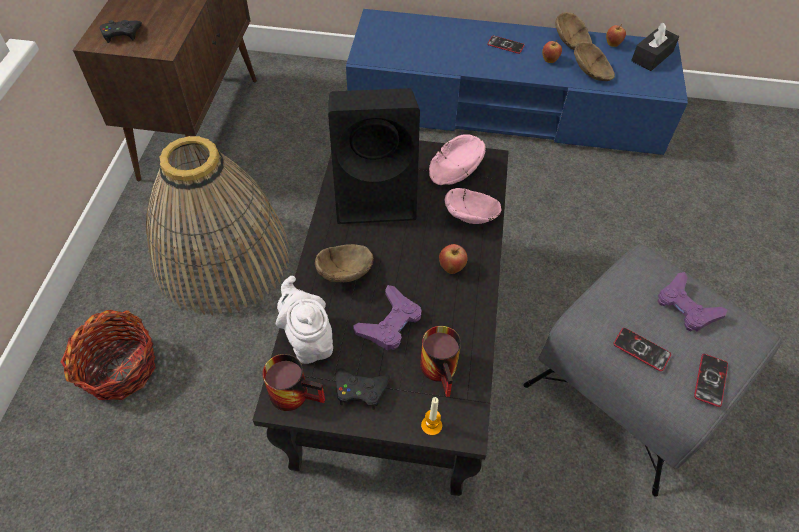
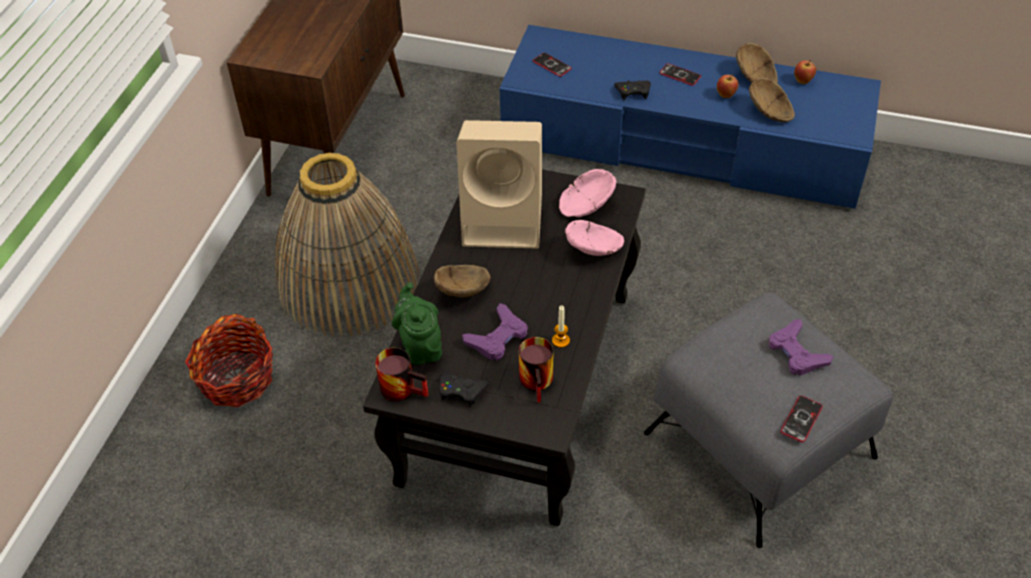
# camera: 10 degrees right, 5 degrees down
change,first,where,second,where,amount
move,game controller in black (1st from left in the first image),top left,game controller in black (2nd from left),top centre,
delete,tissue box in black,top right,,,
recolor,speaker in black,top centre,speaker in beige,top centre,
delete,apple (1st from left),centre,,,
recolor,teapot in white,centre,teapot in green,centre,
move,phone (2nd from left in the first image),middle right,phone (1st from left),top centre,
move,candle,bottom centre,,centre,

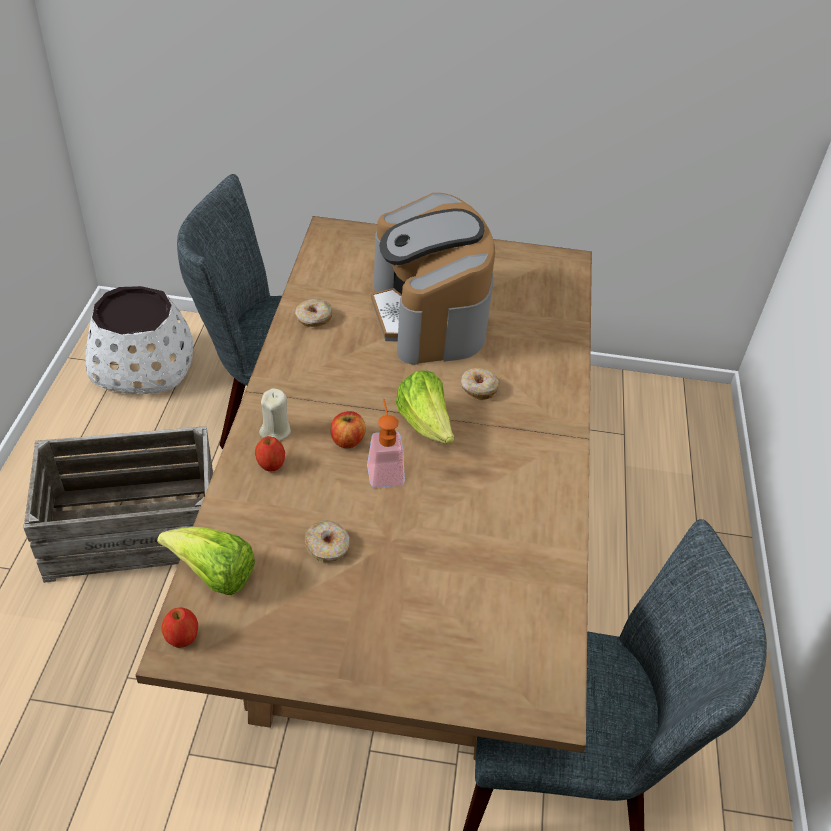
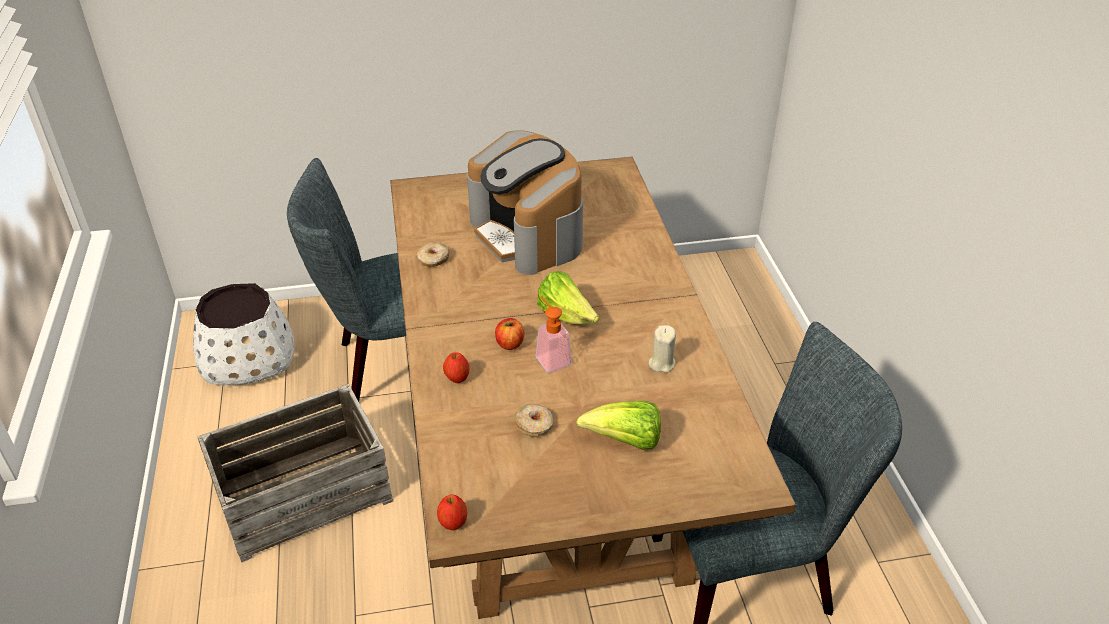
# camera: 15 degrees left, 5 degrees down
change,first,where,second,where,amount
delete,donut (3rd from left),centre,,,
move,candle in beige,middle left,,centre,
move,lettuce (1st from left in the first image),bottom left,lettuce (2nd from left),bottom centre,

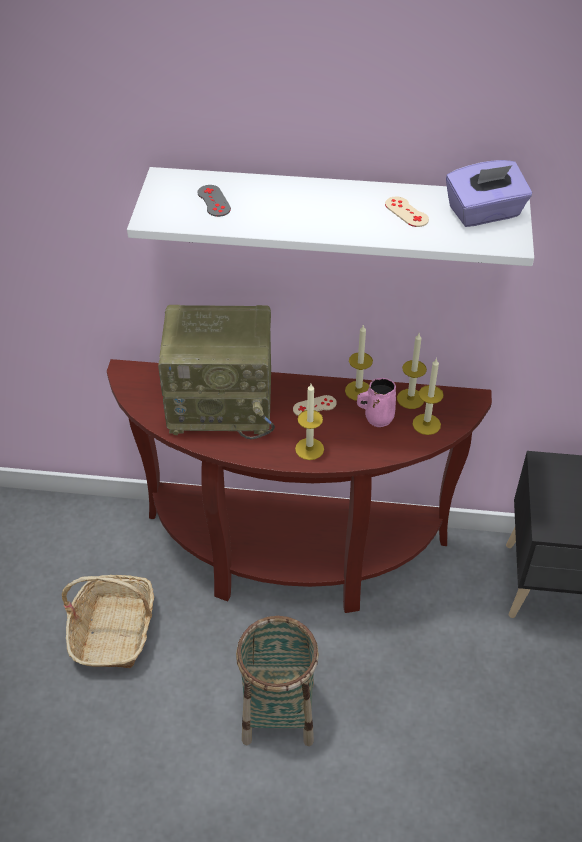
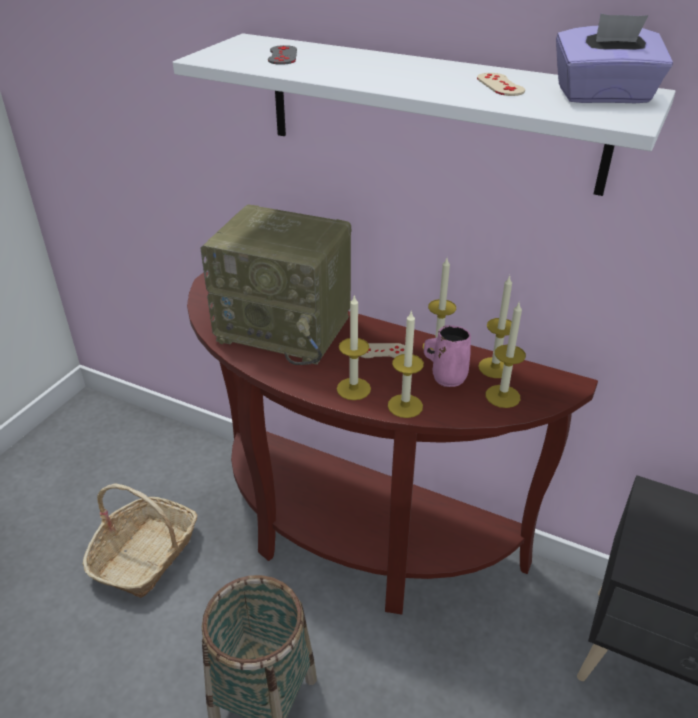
# camera: 20 degrees right, 10 degrees down
change,first,where,second,where,amount
insert,,,candle (2nd from left),centre,

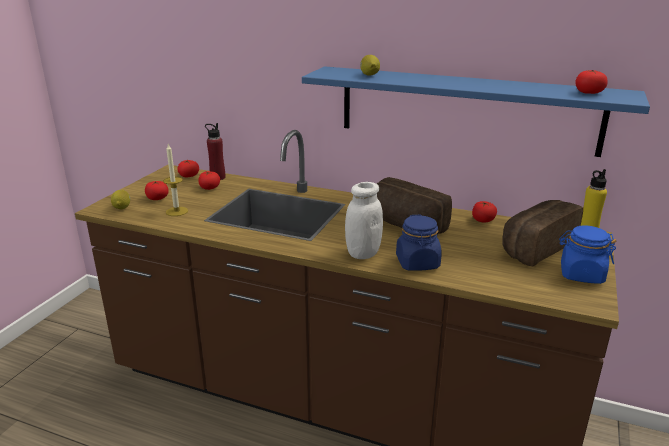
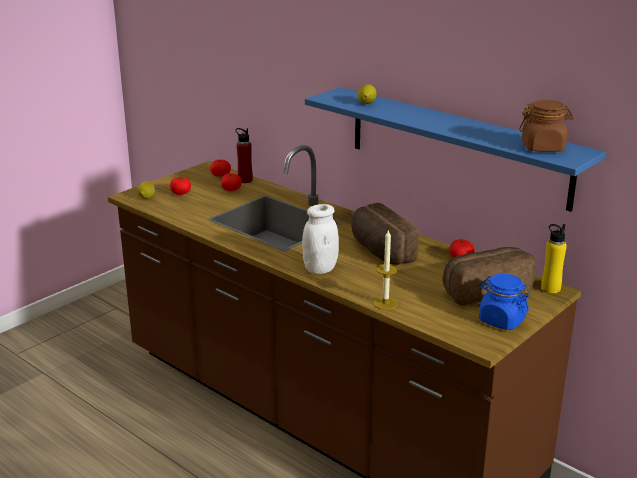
# camera: 20 degrees right, 0 degrees up
change,first,where,second,where,amount
replace,tomato (5th from left),top right,jar in brown,top right,
move,candle,middle left,,centre,
delete,jar in blue (1st from left),centre,,,

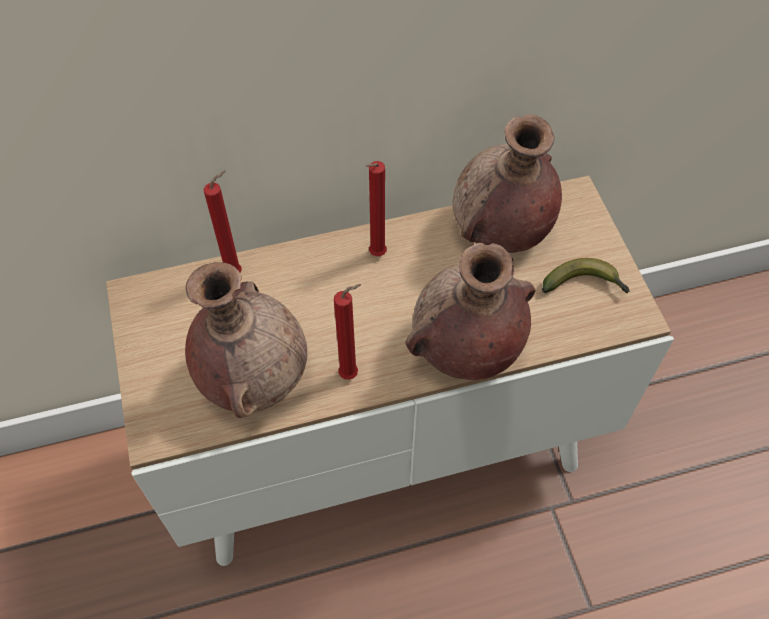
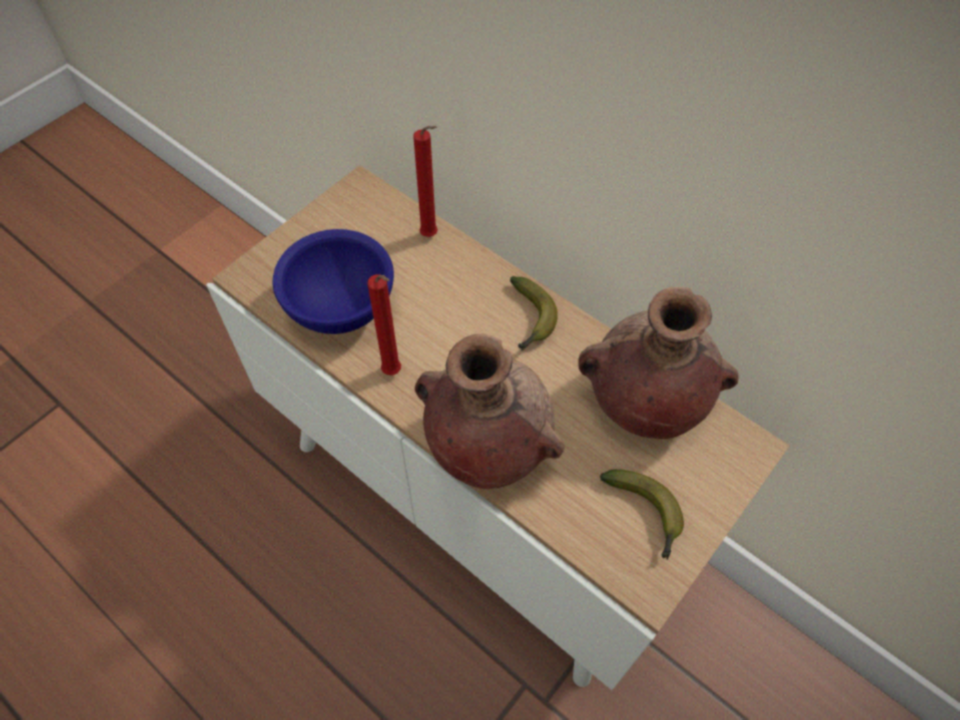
# camera: 55 degrees right, 0 degrees up
change,first,where,second,where,amount
replace,candle in red (3rd from left),centre,banana (1st from left),centre,
replace,vase in brown (1st from left),middle left,bowl in blue,centre,

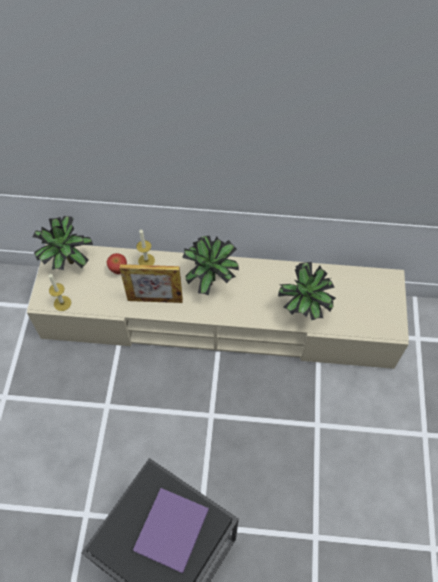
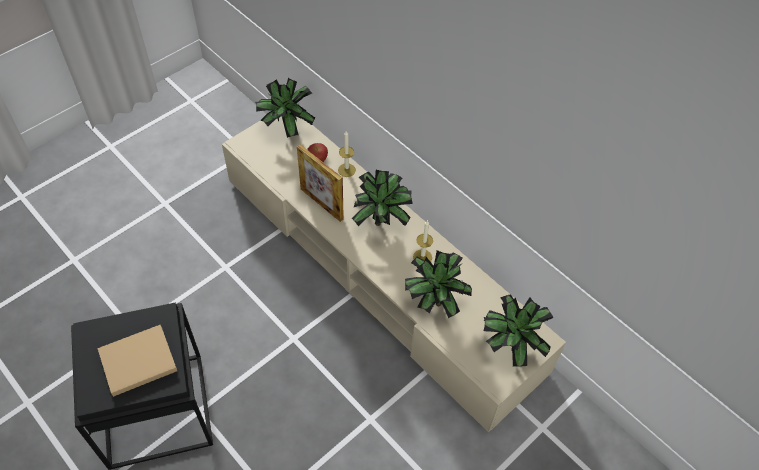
# camera: 40 degrees right, 5 degrees down
change,first,where,second,where,amount
move,candle (1st from left in the first image),middle left,candle (2nd from left),centre,
recolor,book in purple,bottom centre,book in beige,bottom left,
insert,,,potted plant (4th from left),bottom right,

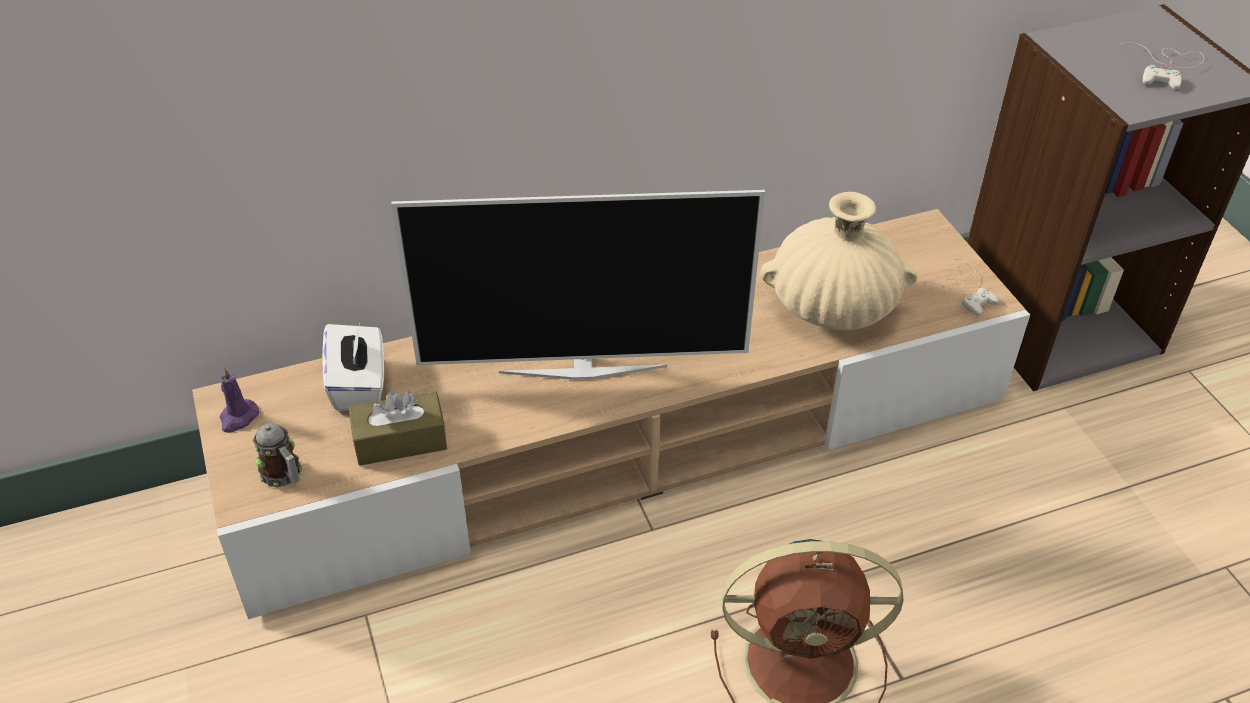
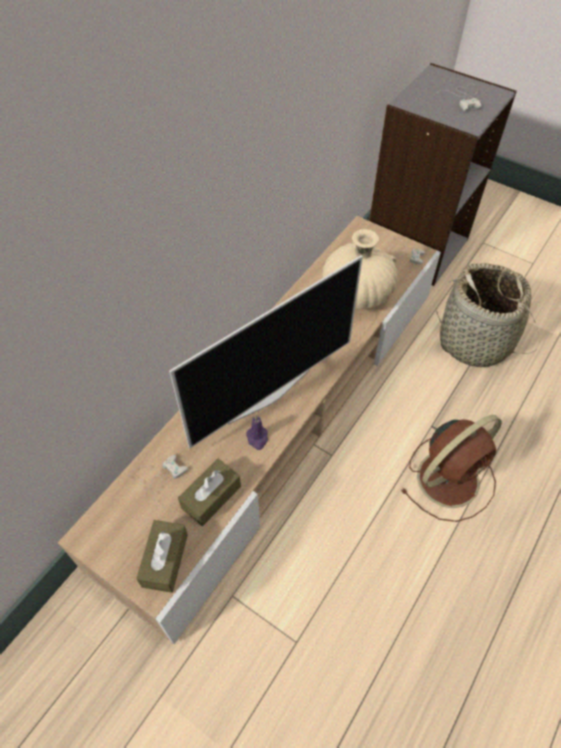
# camera: 35 degrees left, 10 degrees up
change,first,where,second,where,amount
replace,tissue box in white,middle left,game controller in white (1st from left),middle left,
move,candle in purple,middle left,,centre,
replace,mug,middle left,tissue box in brown (1st from left),bottom left,
insert,,,basket,middle right,

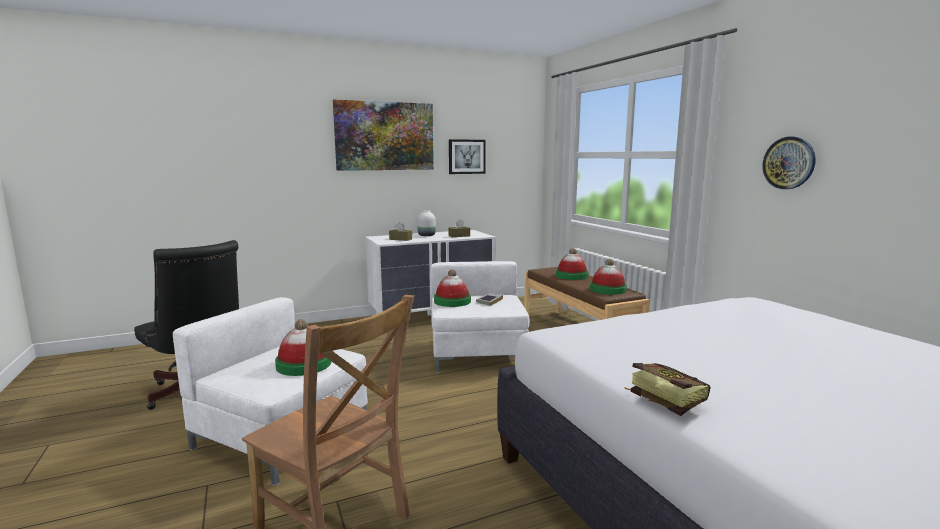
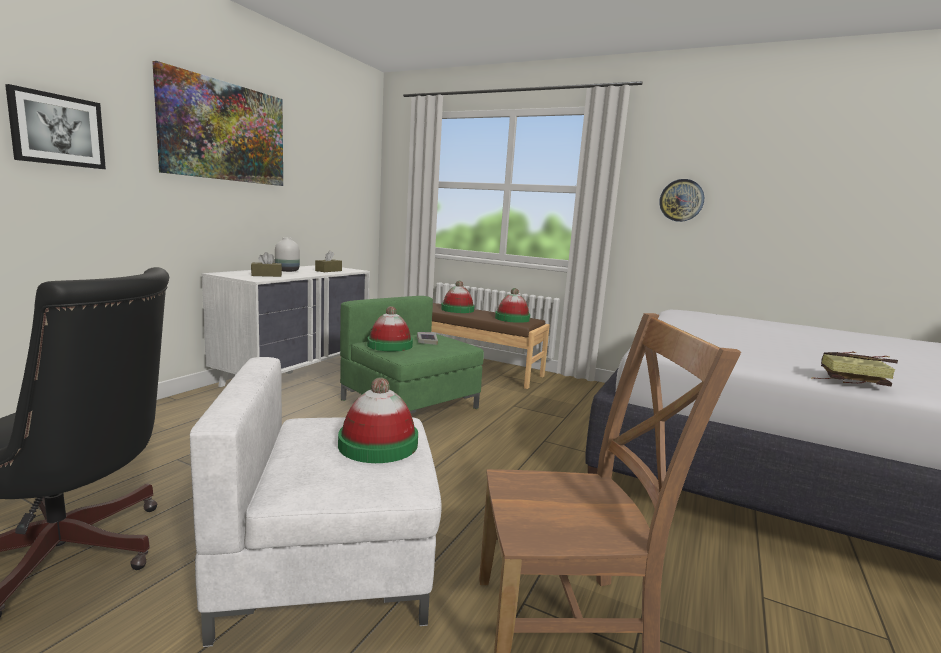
# camera: 40 degrees left, 0 degrees up
change,first,where,second,where,amount
move,picture (2nd from left in the first image),top centre,picture (1st from left),top left,
recolor,armchair in white (2nd from left),centre,armchair in green,centre,

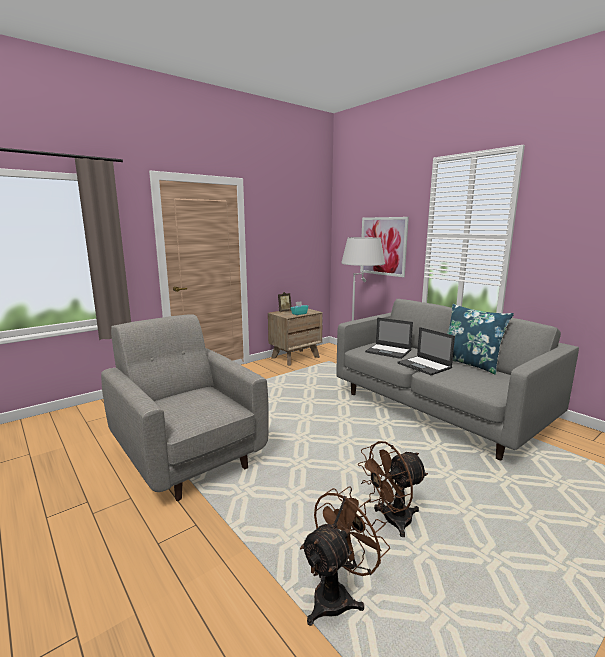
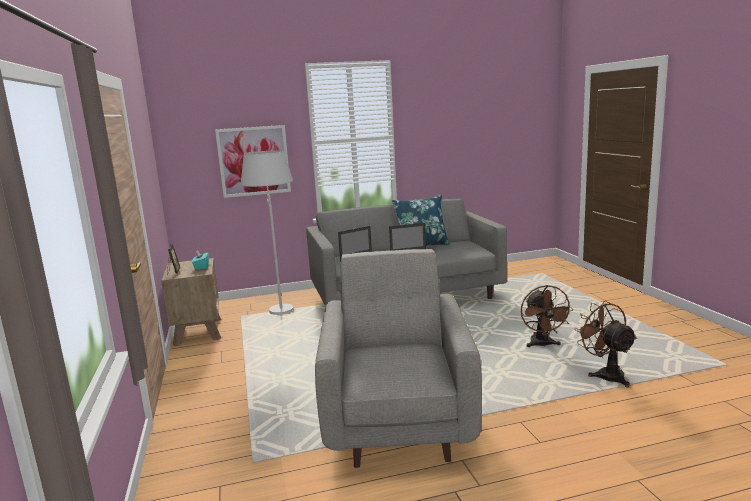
# camera: 65 degrees left, 0 degrees up
change,first,where,second,where,amount
rotate,armchair in grey,middle left,,bottom centre,105 degrees clockwise

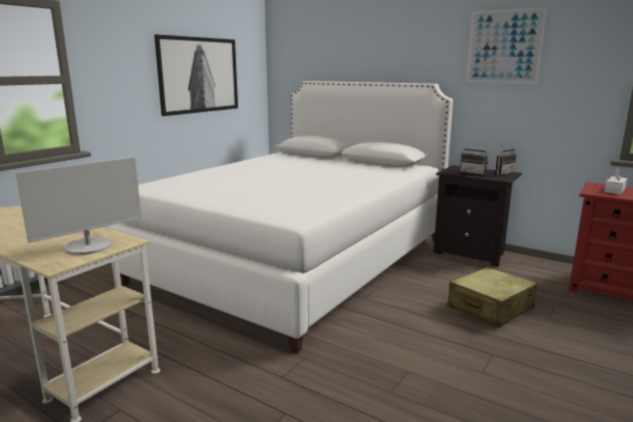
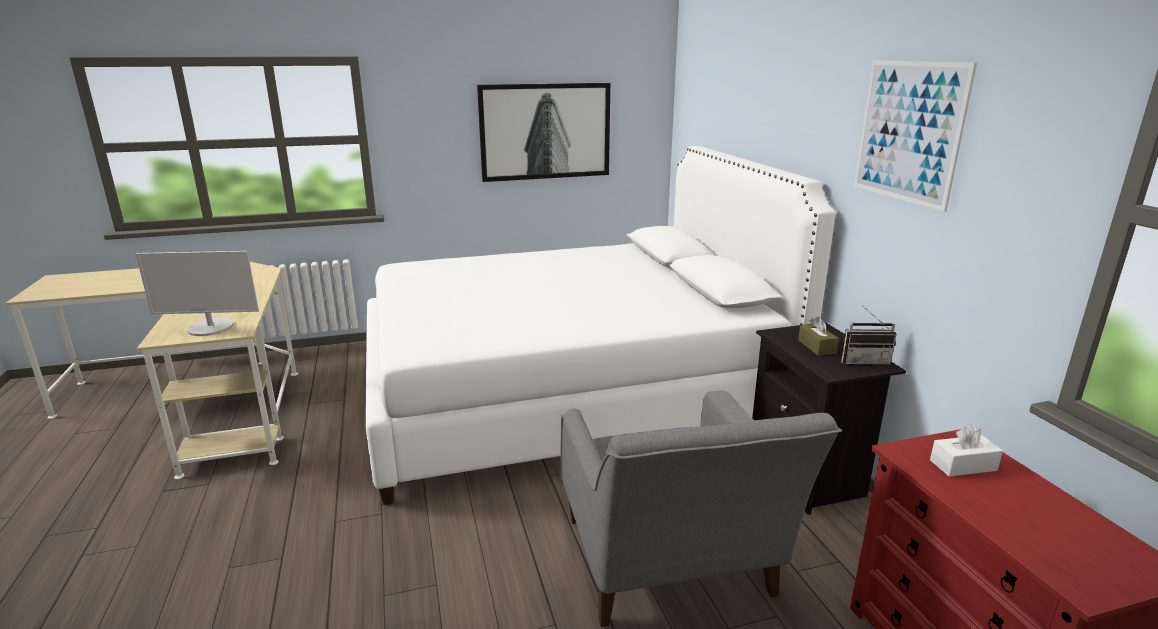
# camera: 40 degrees right, 5 degrees up
change,first,where,second,where,amount
replace,radio (1st from left),middle right,tissue box in brown,middle right,
replace,suitcase in beige,bottom right,armchair in grey,bottom centre,

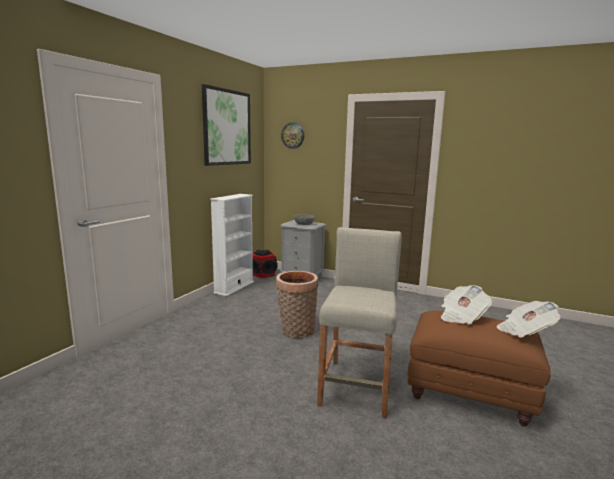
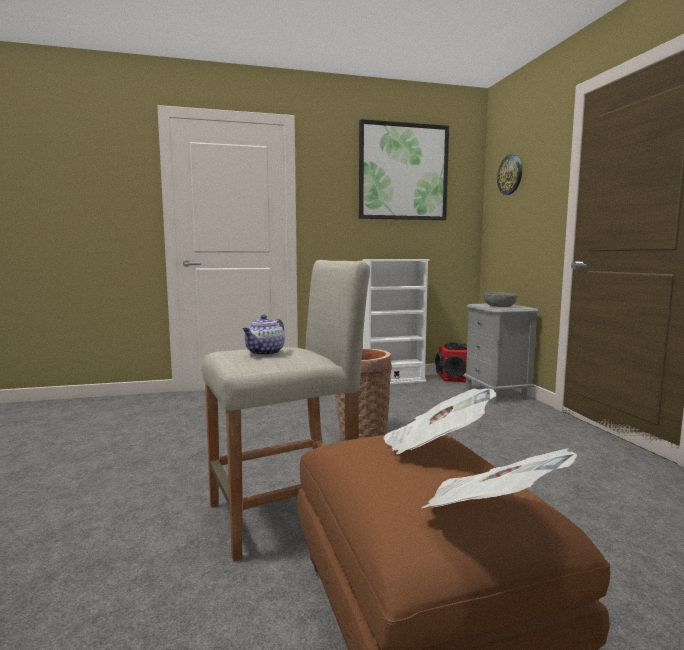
# camera: 50 degrees right, 5 degrees down
change,first,where,second,where,amount
insert,,,teapot,centre,

